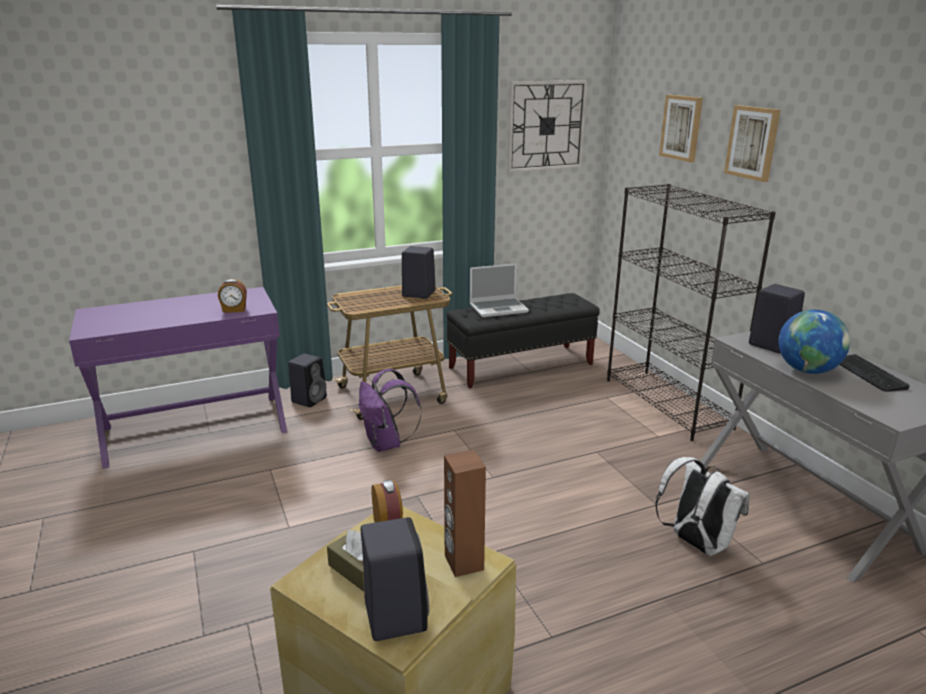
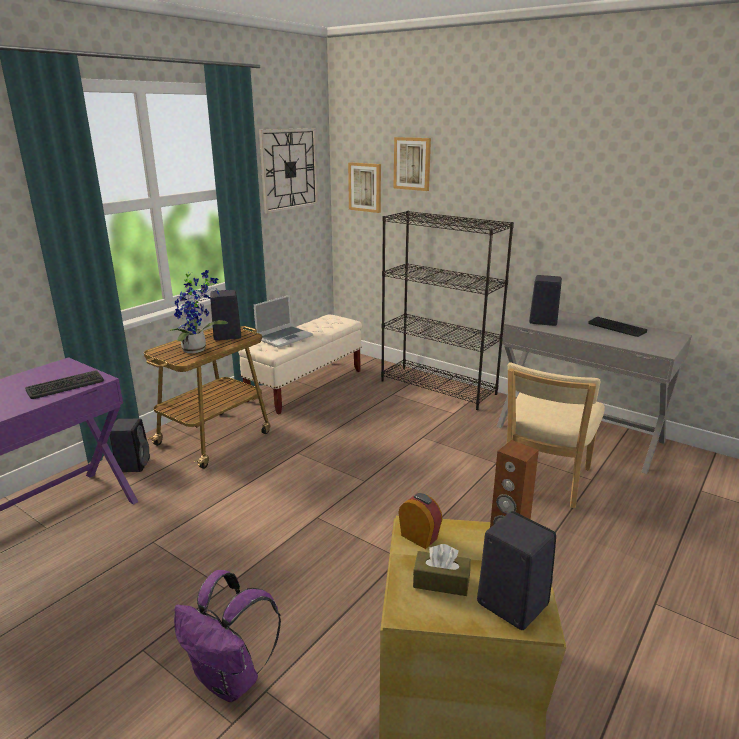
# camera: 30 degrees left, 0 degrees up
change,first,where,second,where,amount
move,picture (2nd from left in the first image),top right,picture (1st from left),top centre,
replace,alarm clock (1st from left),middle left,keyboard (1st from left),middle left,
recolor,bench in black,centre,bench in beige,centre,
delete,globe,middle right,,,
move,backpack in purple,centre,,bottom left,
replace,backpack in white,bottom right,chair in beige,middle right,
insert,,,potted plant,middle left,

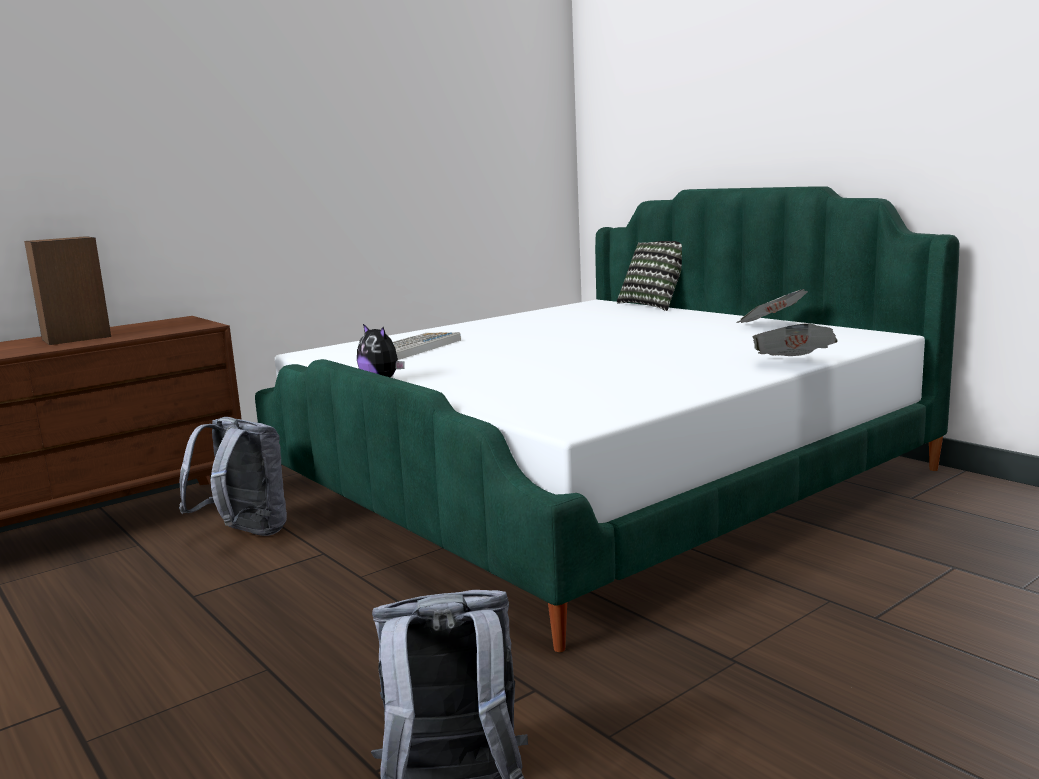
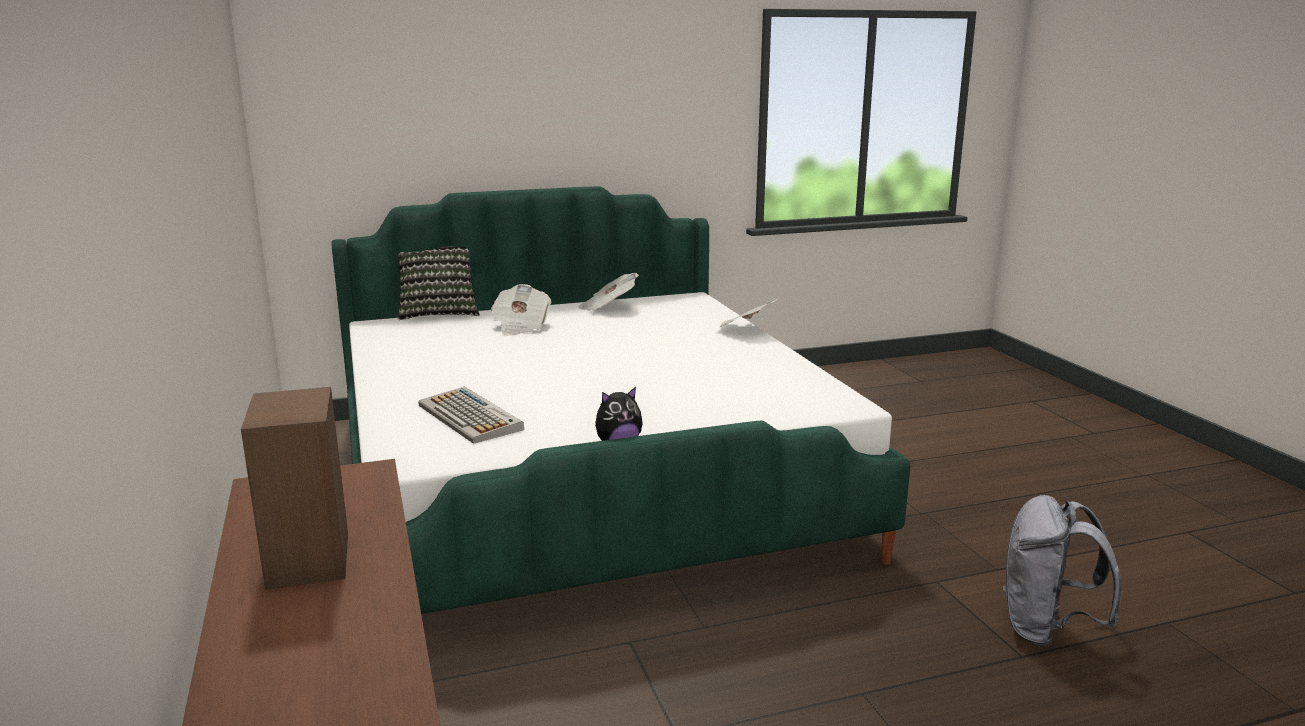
# camera: 70 degrees left, 5 degrees up
change,first,where,second,where,amount
delete,backpack in grey (1st from left),middle left,,,
insert,,,newspaper (1st from left),centre,

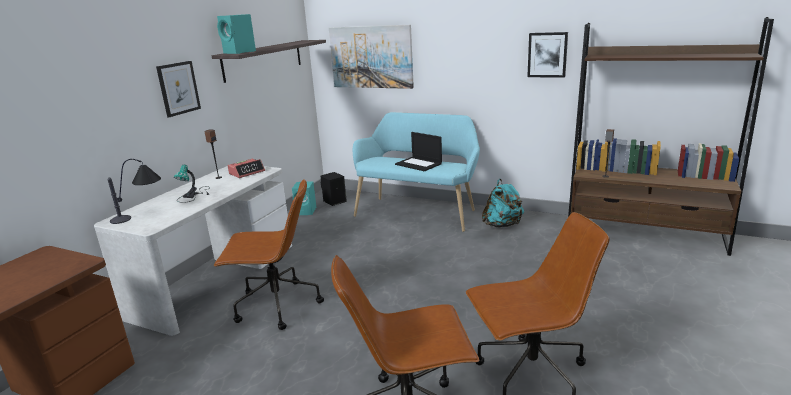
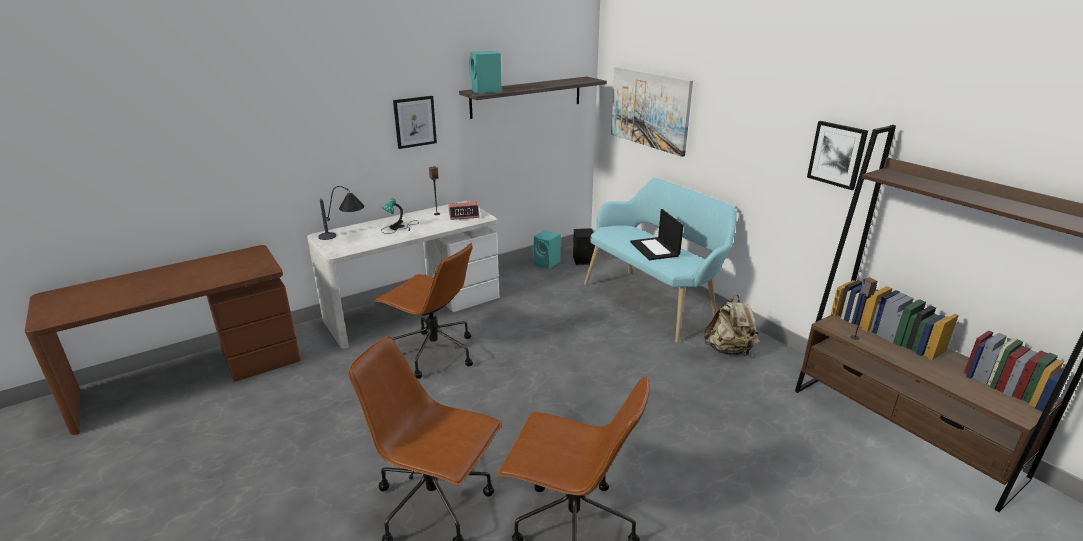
# camera: 30 degrees right, 5 degrees up
change,first,where,second,where,amount
recolor,backpack in turquoise,centre,backpack in beige,middle right,

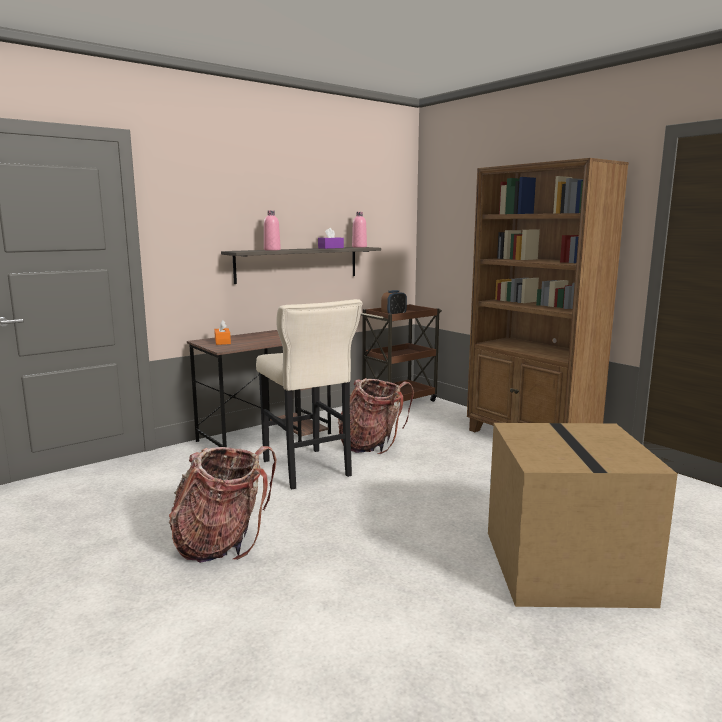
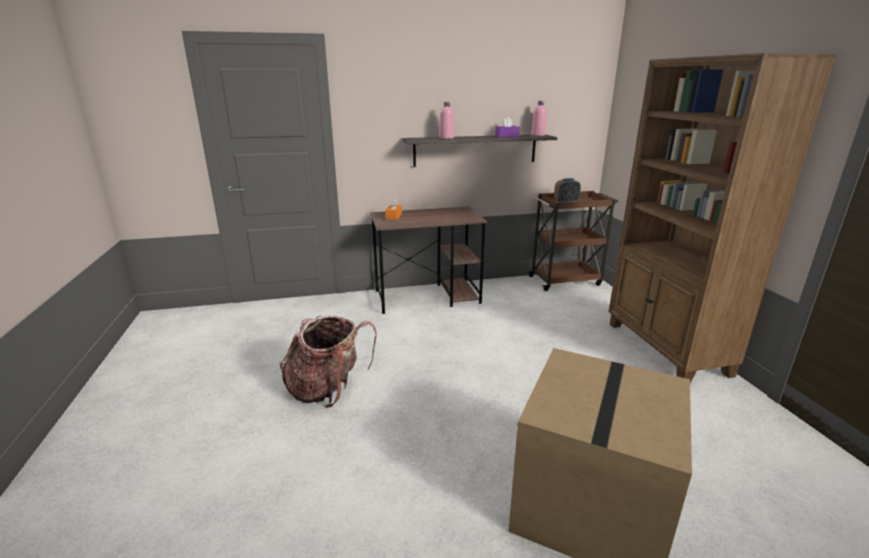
# camera: 25 degrees right, 10 degrees up
change,first,where,second,where,amount
delete,stool in beige,centre,,,
delete,backpack (2nd from left),centre,,,

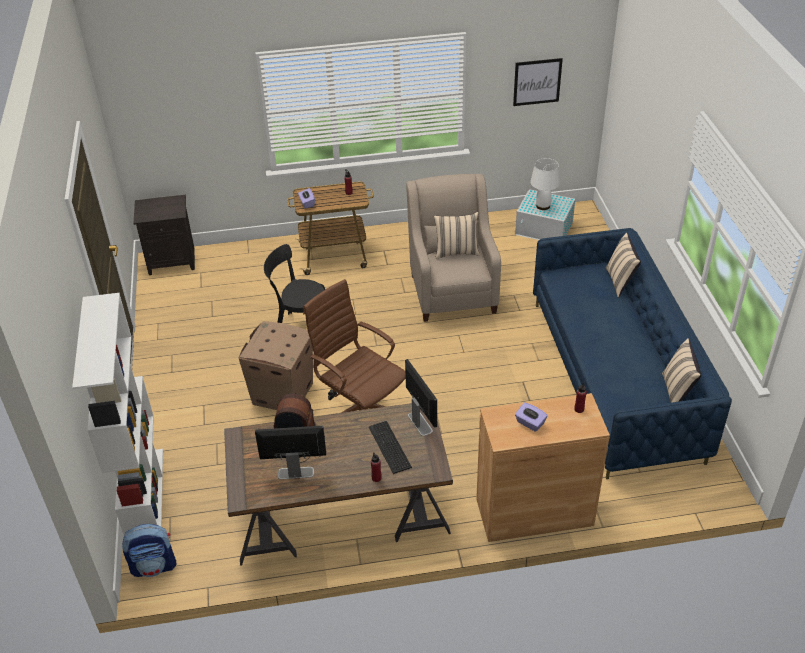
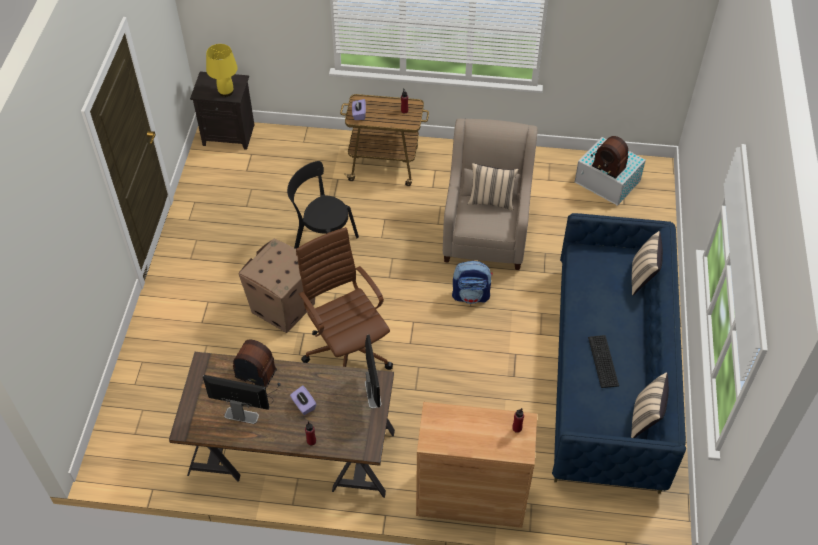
# camera: 15 degrees right, 10 degrees up
change,first,where,second,where,amount
delete,picture,top right,,,
replace,table lamp in white,top right,radio (2nd from left),top right,
delete,bookcase in white,middle left,,,
move,tissue box in purple (2nd from left in the first image),centre,tissue box in purple (1st from left),bottom centre,
move,keyboard,bottom centre,,middle right,
move,backpack,bottom left,,centre,
insert,,,table lamp in yellow,top left,

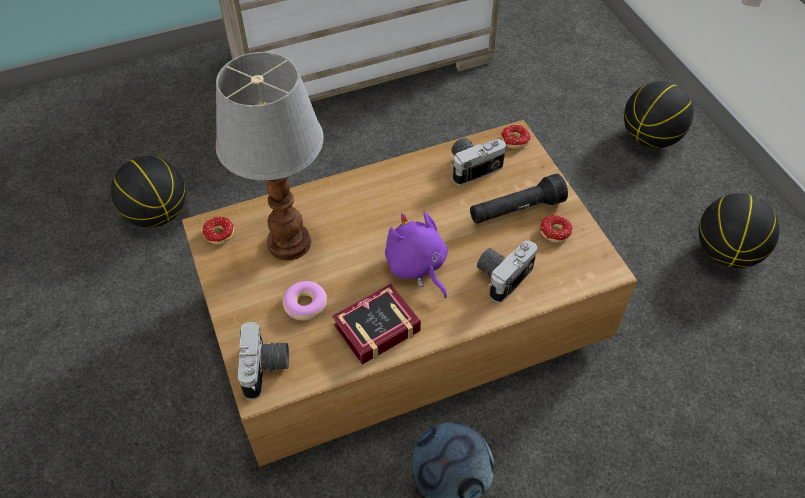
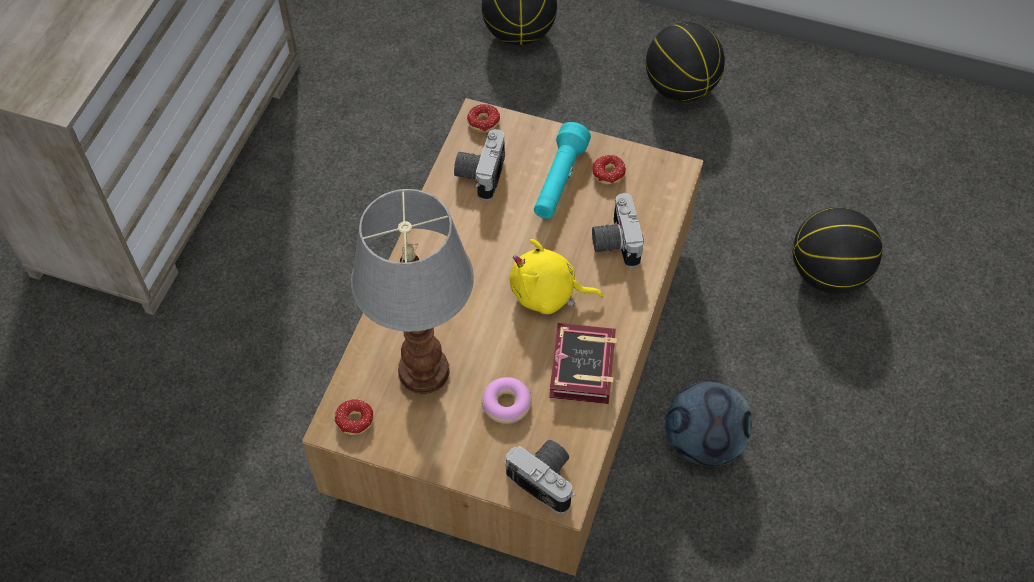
# camera: 50 degrees left, 5 degrees up
change,first,where,second,where,amount
move,basketball (1st from left in the first image),middle left,basketball (3rd from left),middle right,
recolor,flashlight in black,centre,flashlight in turquoise,top centre,
recolor,plush toy in purple,centre,plush toy in yellow,centre,

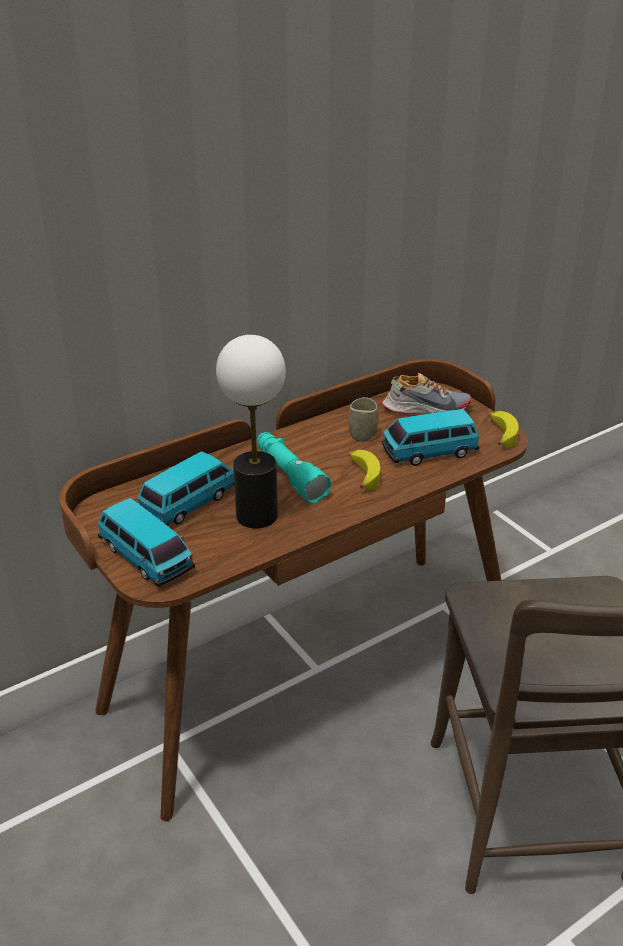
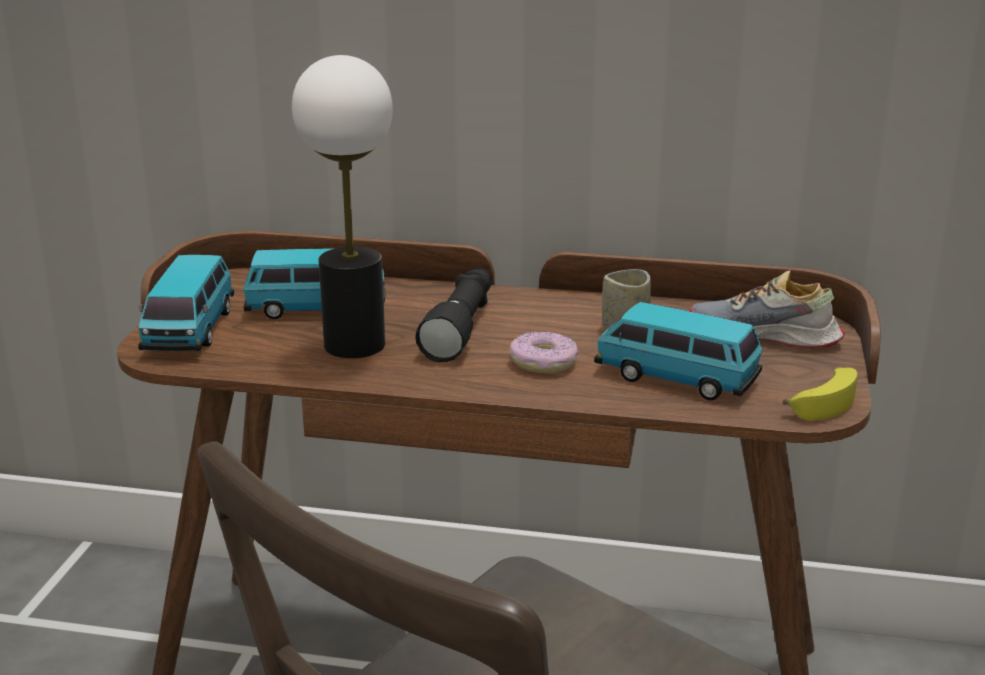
# camera: 45 degrees right, 10 degrees down
change,first,where,second,where,amount
rotate,shoe,middle right,,middle right,150 degrees clockwise
recolor,flashlight in turquoise,centre,flashlight in black,centre,
replace,banana (1st from left),centre,donut,centre,

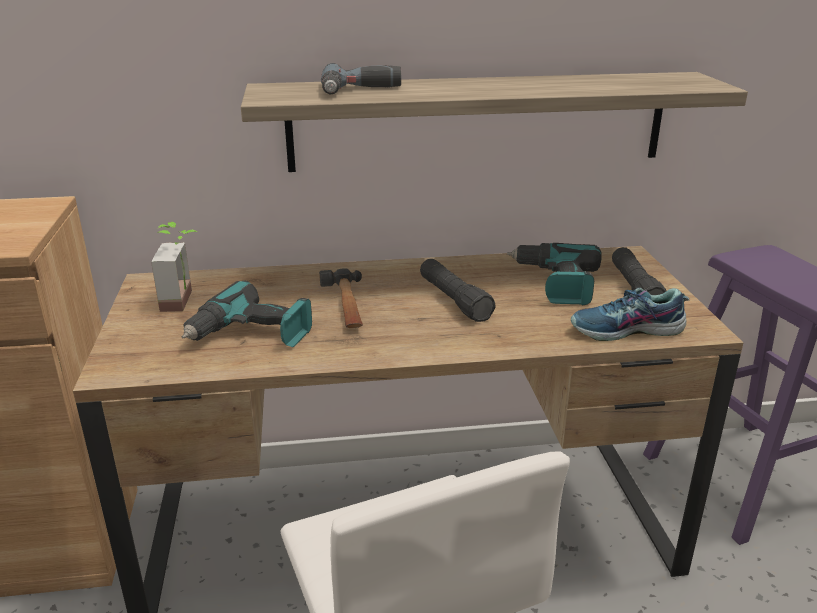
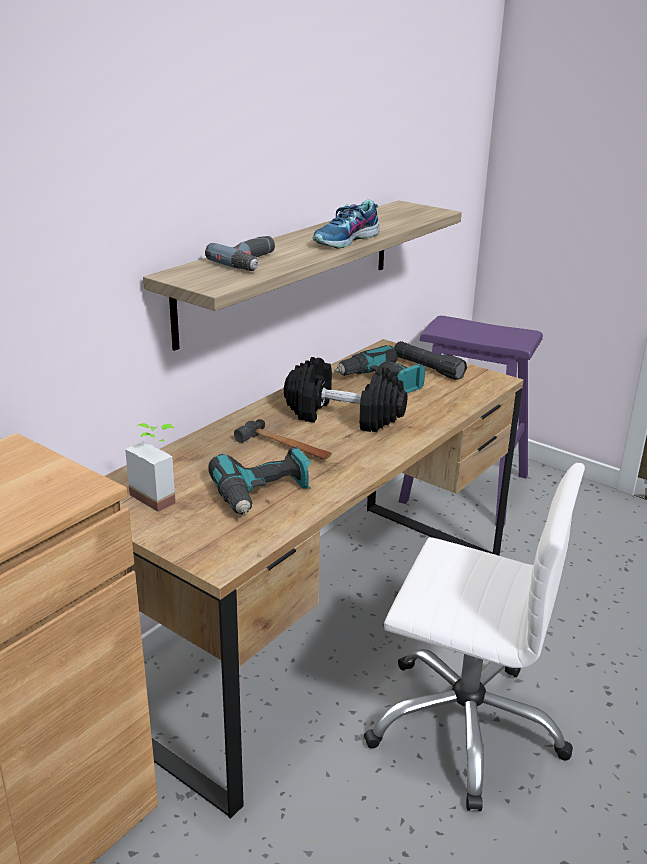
# camera: 45 degrees left, 0 degrees up
change,first,where,second,where,amount
replace,flashlight in black (1st from left),centre,dumbbell in black,centre,
move,shoe,middle right,,top centre,

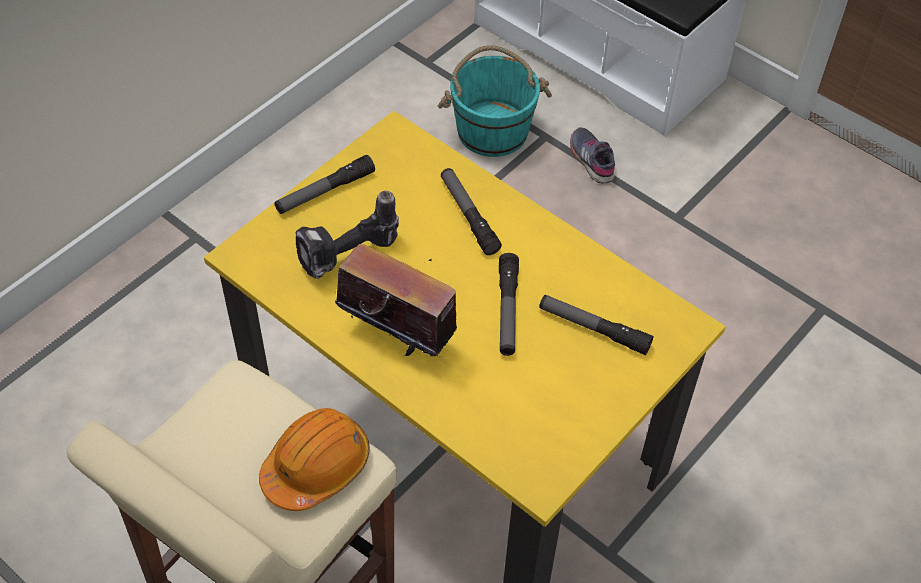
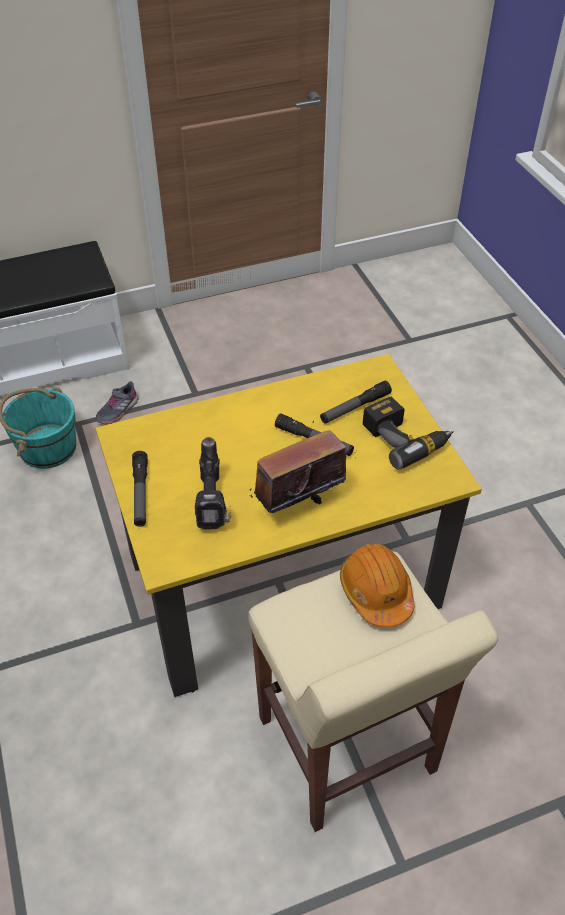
# camera: 60 degrees left, 5 degrees down
change,first,where,second,where,amount
rotate,shoe in grey,top centre,,middle left,60 degrees counterclockwise
delete,flashlight (2nd from left),centre,,,
insert,,,power drill (2nd from left),middle right,

